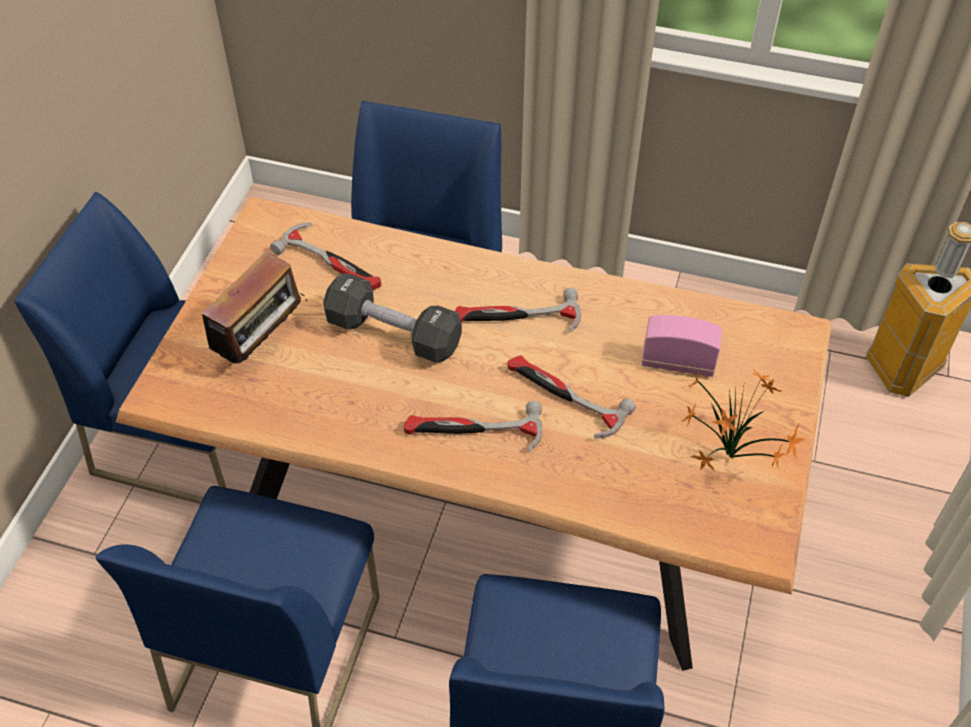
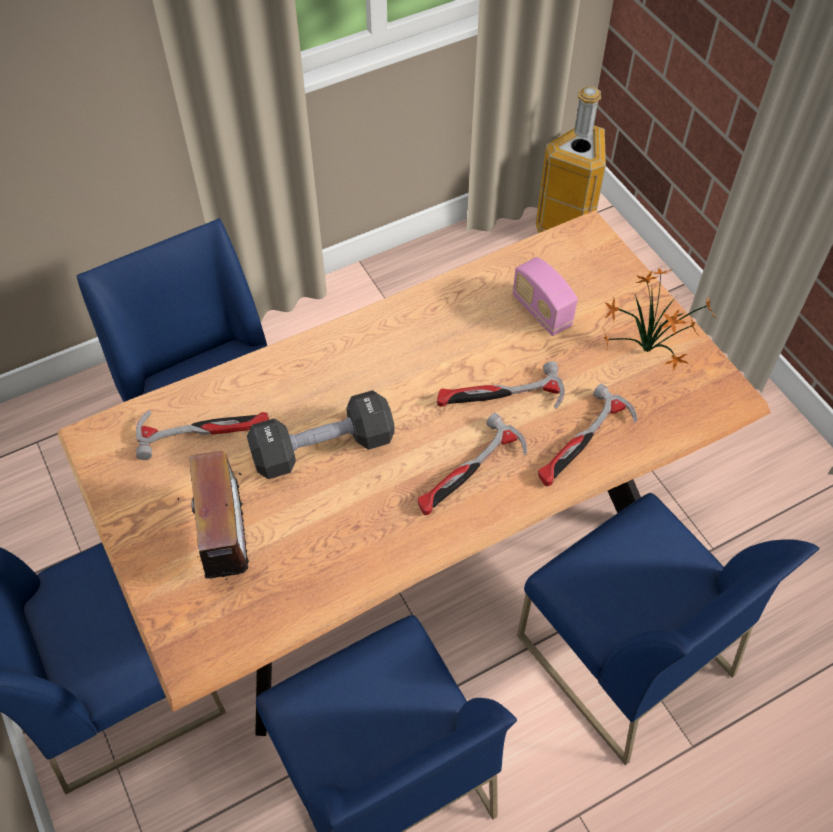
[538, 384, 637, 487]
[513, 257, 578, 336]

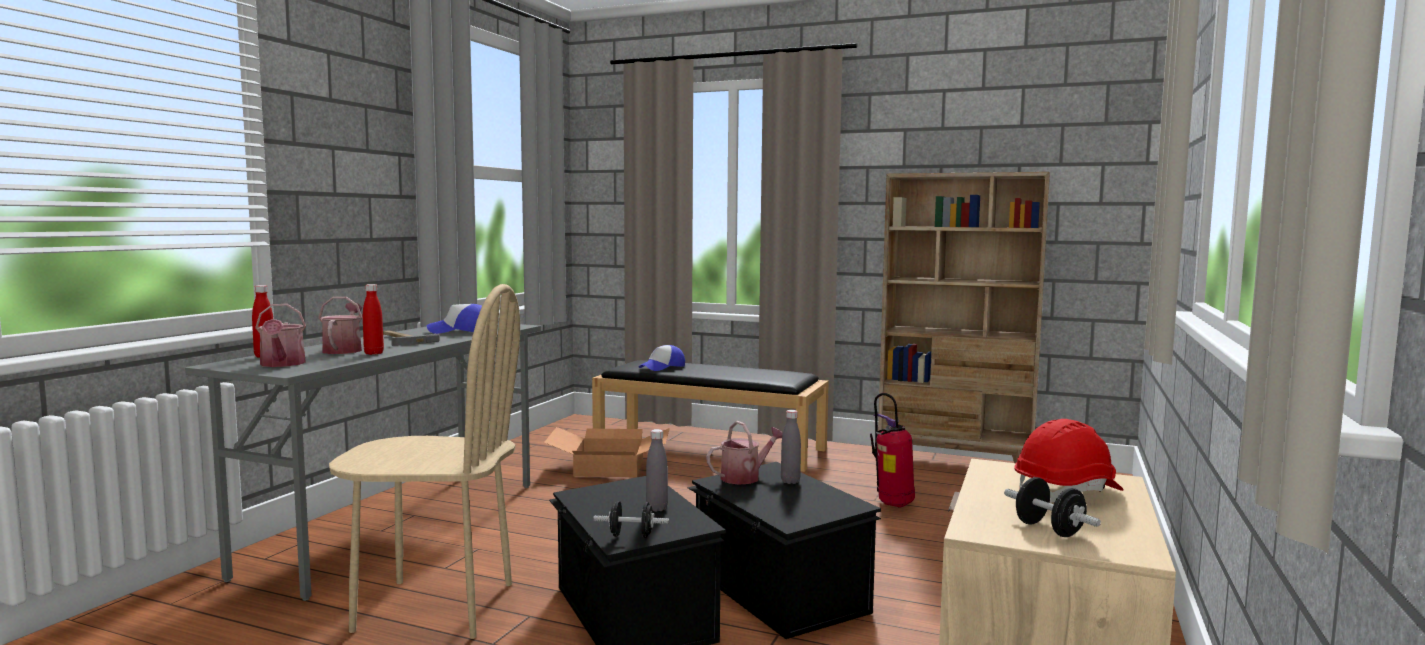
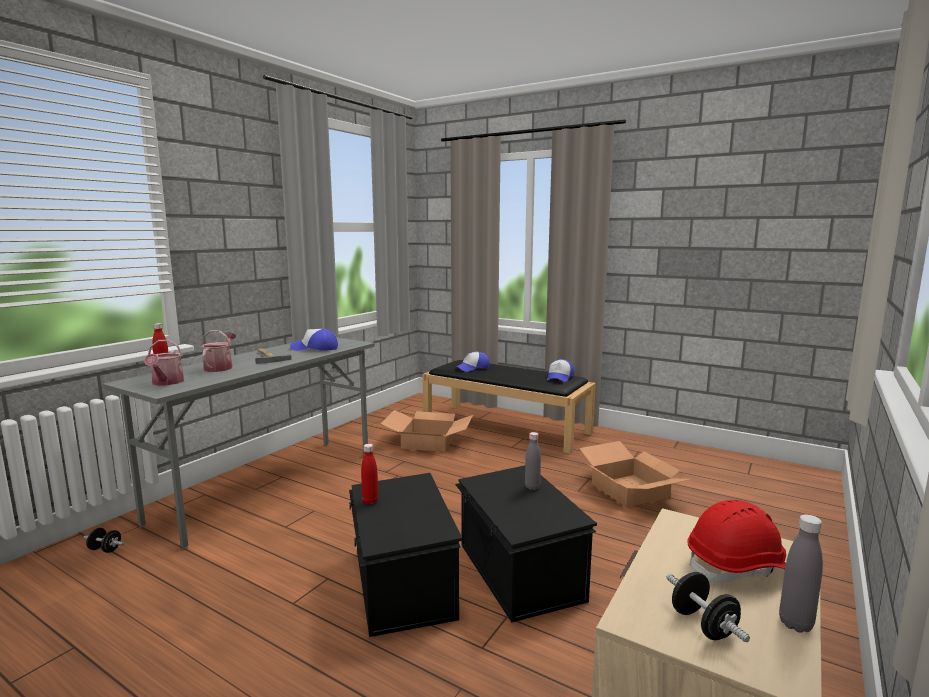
[329, 284, 520, 639] (first image)
[361, 444, 378, 504]
[84, 528, 124, 553]
[779, 514, 823, 633]
[706, 421, 783, 485] (first image)
[579, 441, 690, 507]
[878, 172, 1050, 463] (first image)
[547, 359, 575, 382]

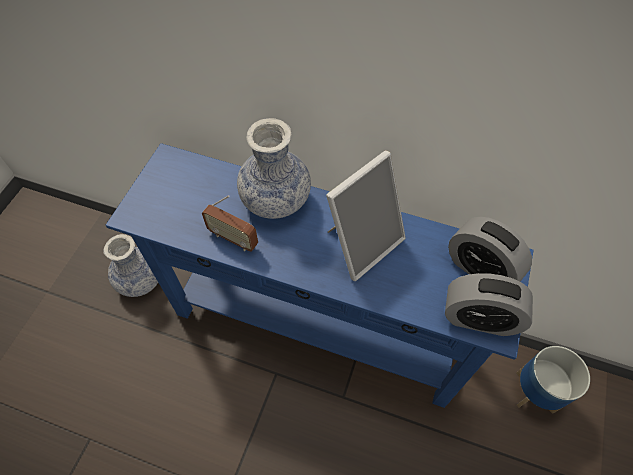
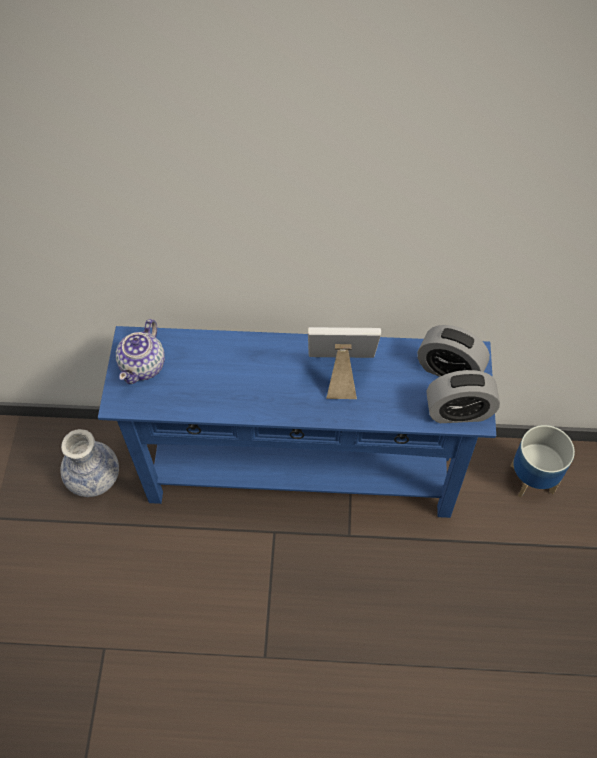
[202, 195, 258, 252] (first image)
[237, 118, 311, 219] (first image)
[308, 327, 381, 399]
[116, 319, 165, 384]

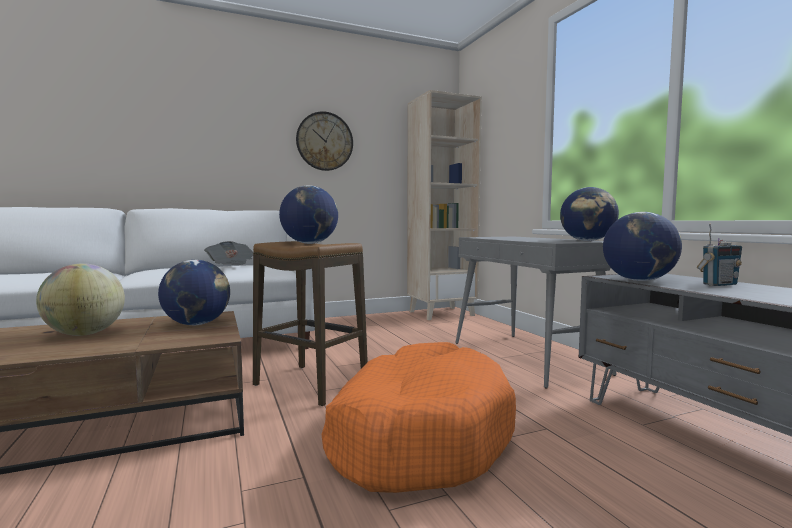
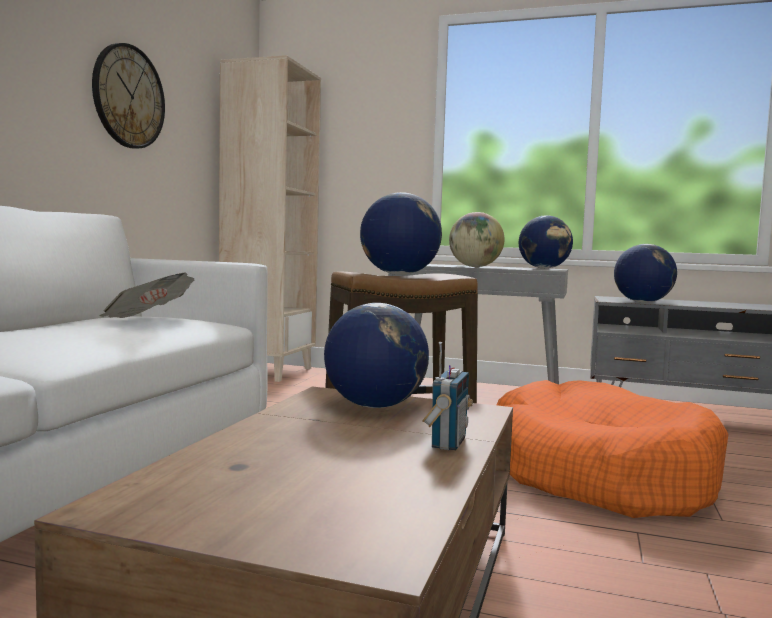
[449, 212, 505, 267]
[422, 342, 473, 450]

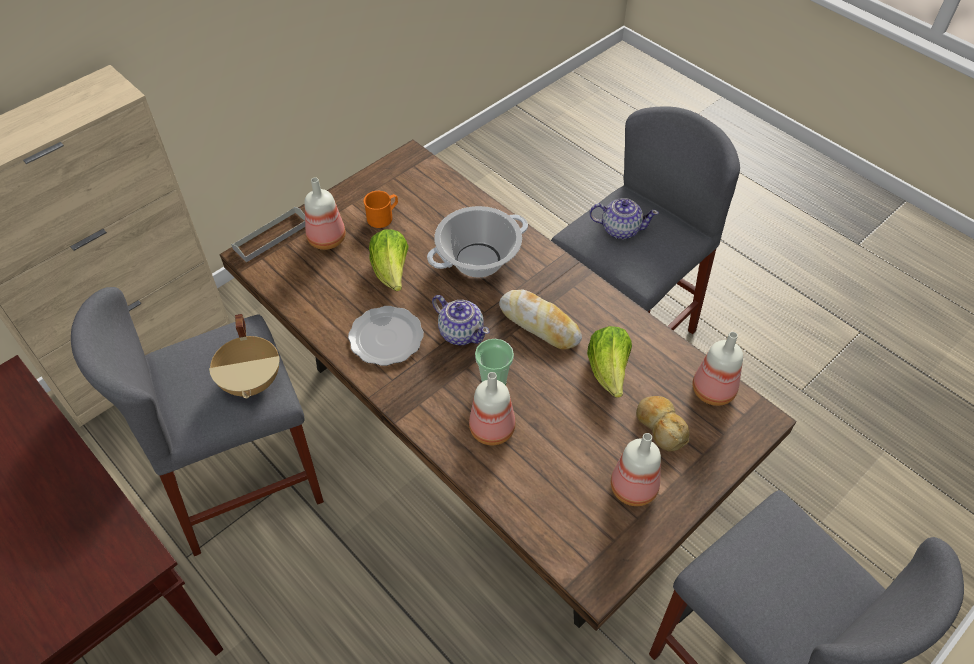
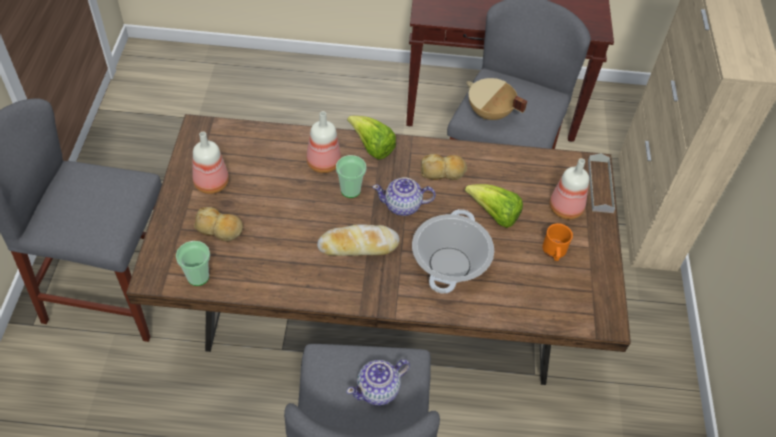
[421, 154, 467, 180]
[347, 116, 396, 159]
[176, 241, 210, 286]

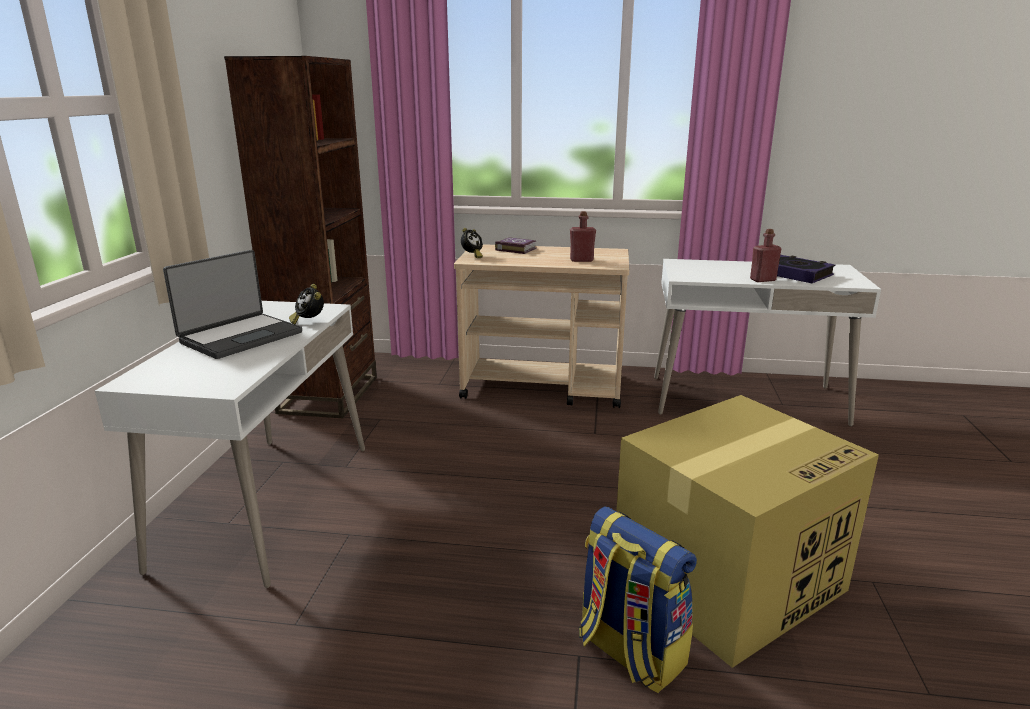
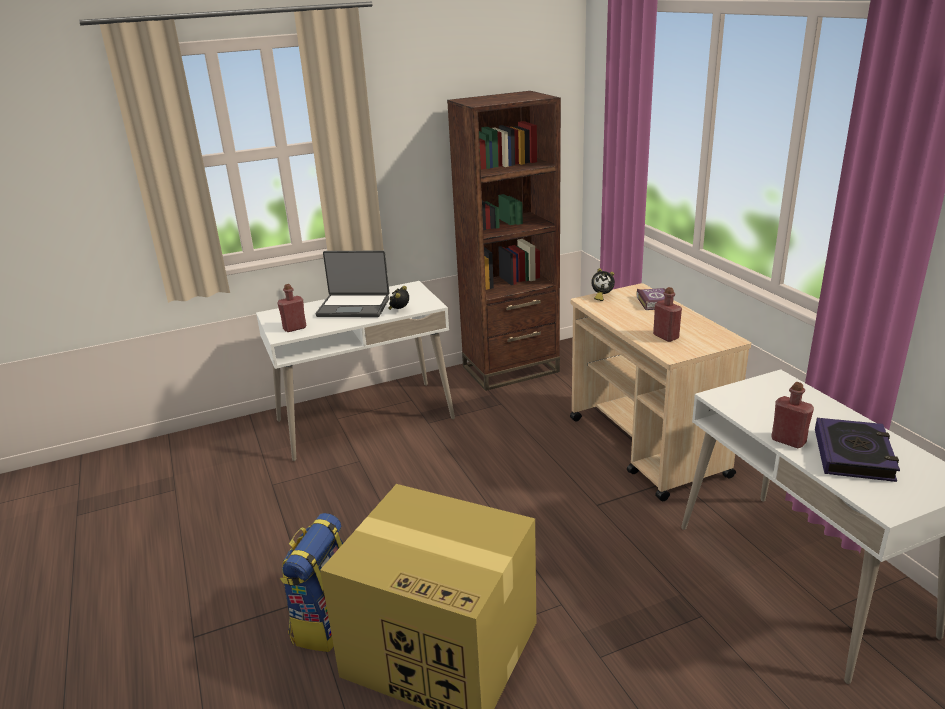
[277, 284, 307, 332]

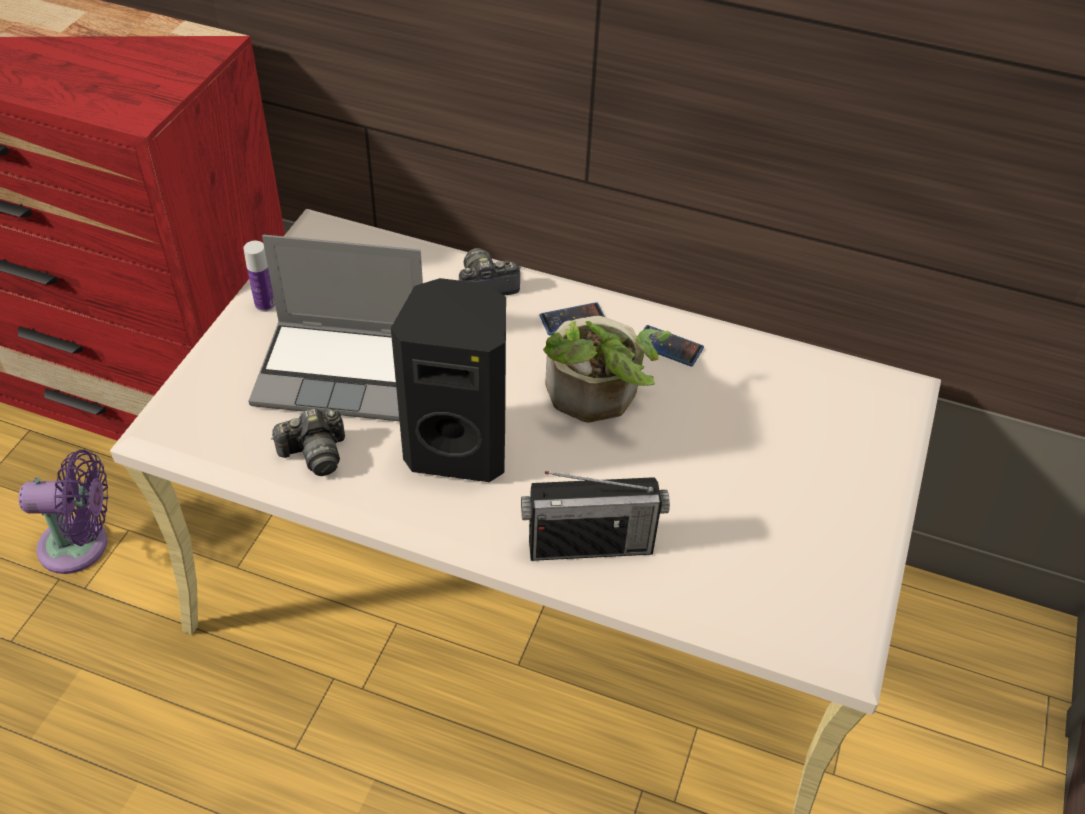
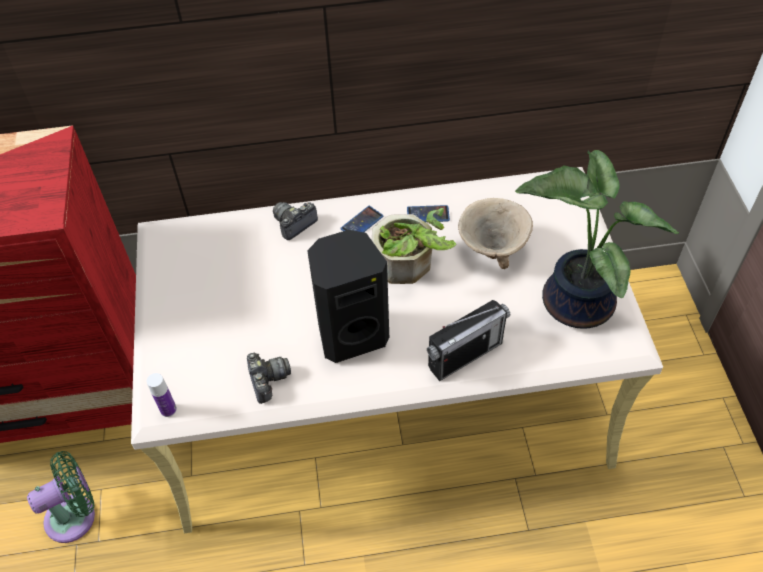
[27, 451, 95, 543]
[147, 373, 177, 417]
[249, 235, 423, 421] (first image)
[247, 353, 291, 404]
[458, 198, 533, 269]
[515, 150, 679, 329]

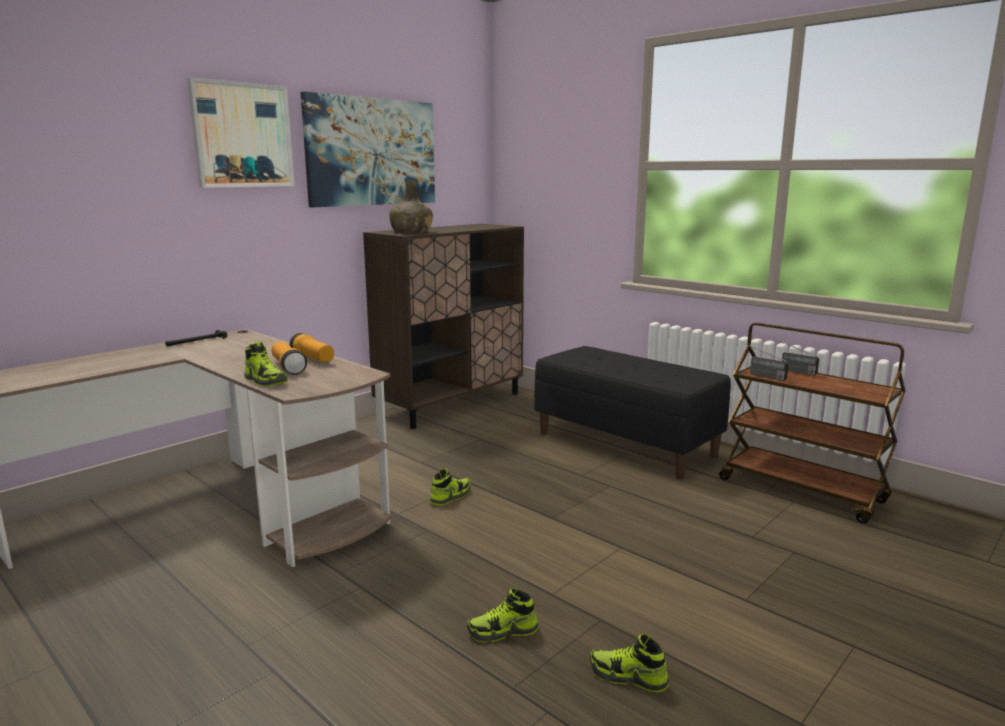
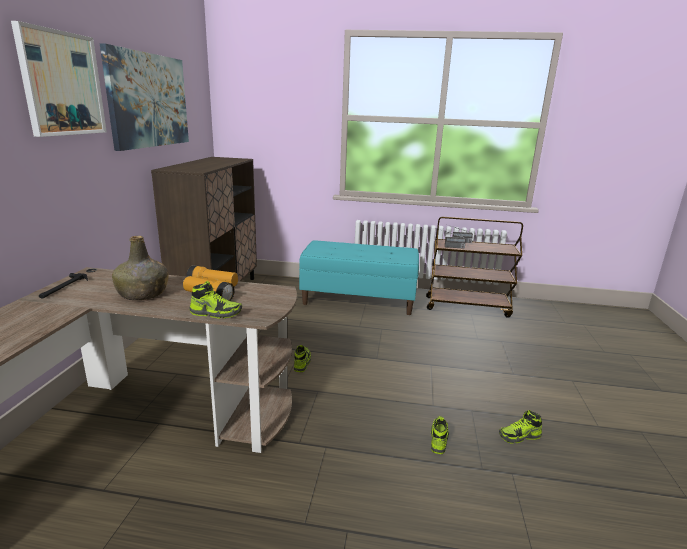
[112, 236, 169, 300]
[431, 416, 449, 454]
[299, 240, 419, 315]

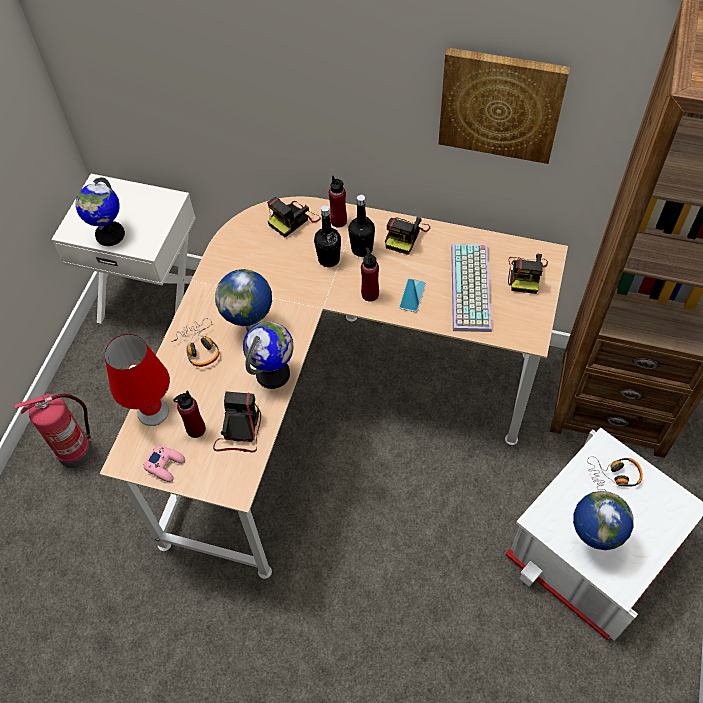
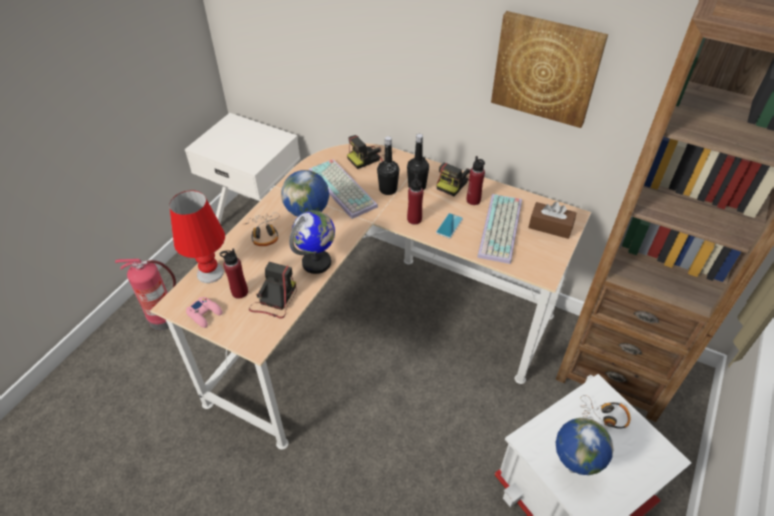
[75, 177, 125, 246] (first image)
[467, 156, 485, 205]
[528, 202, 577, 239]
[309, 159, 378, 219]

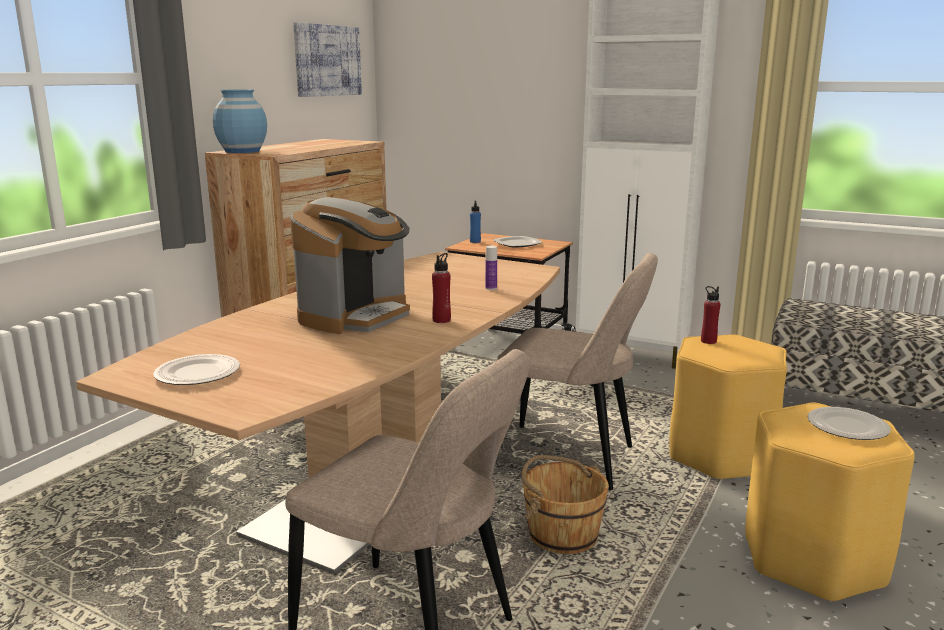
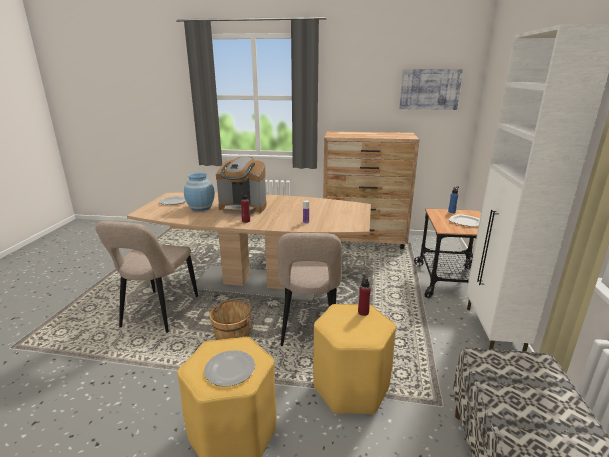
[184, 173, 215, 211]

